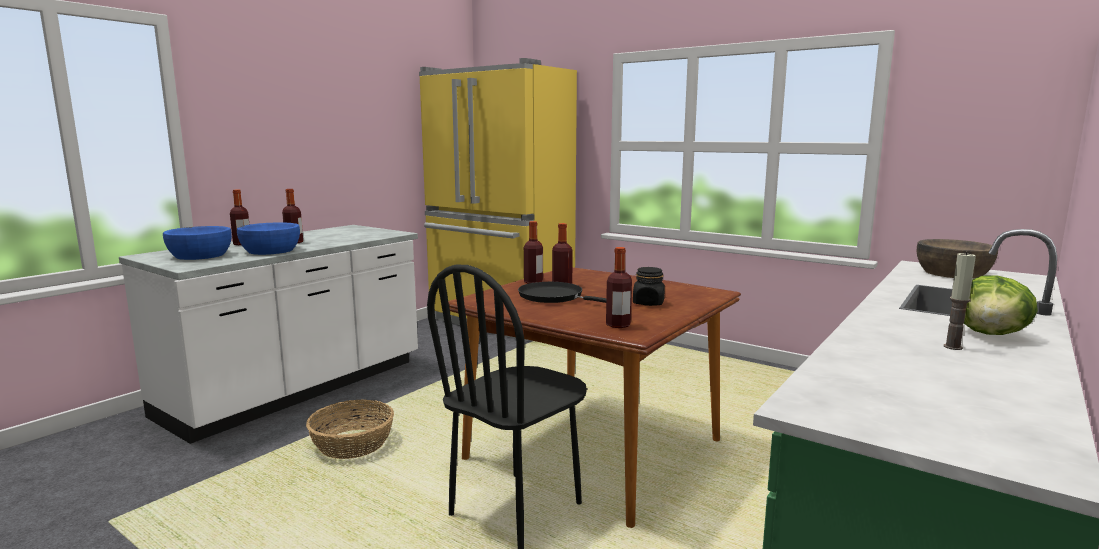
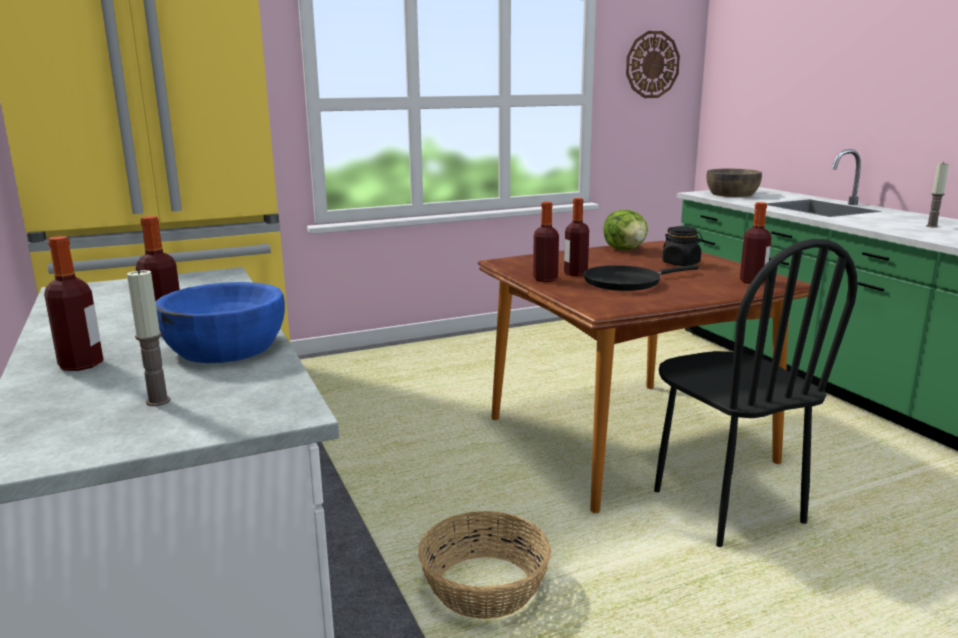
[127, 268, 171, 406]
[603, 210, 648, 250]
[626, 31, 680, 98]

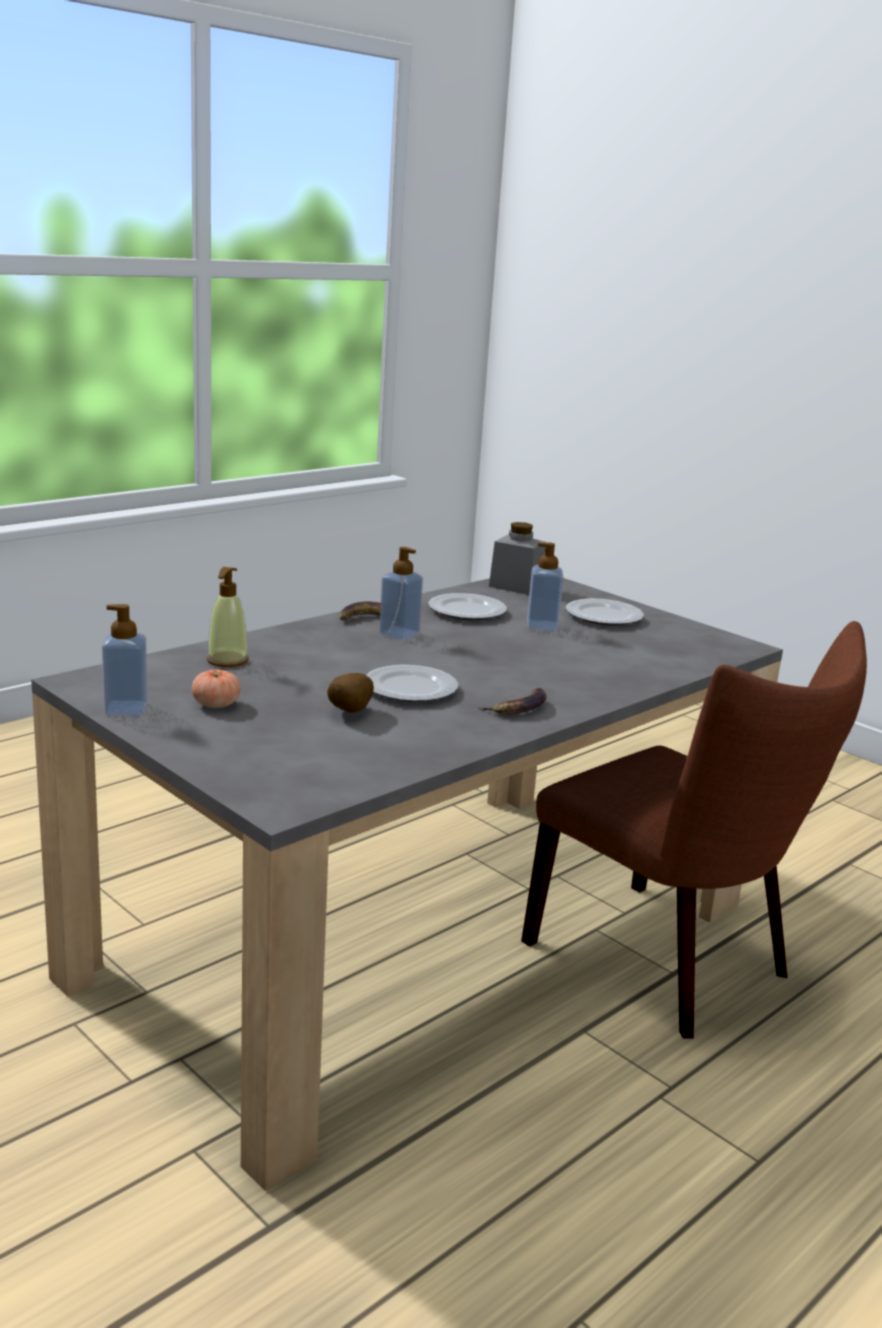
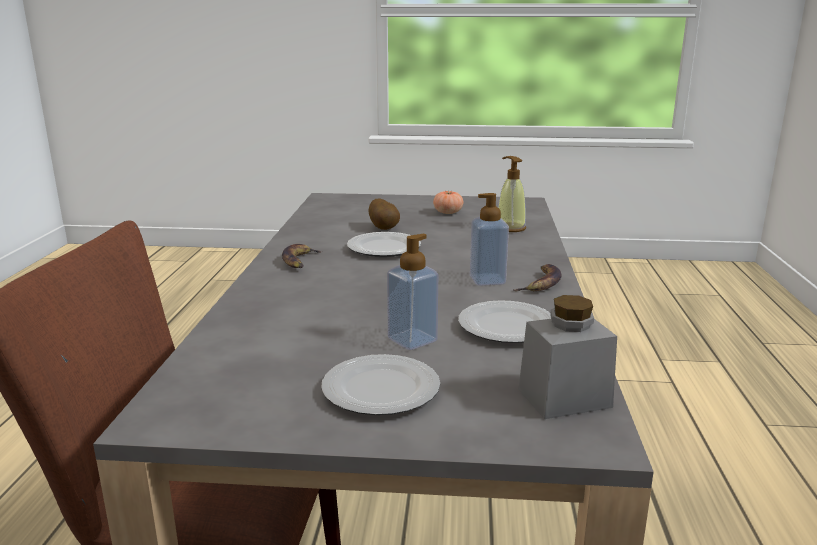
[102, 604, 148, 716] (first image)

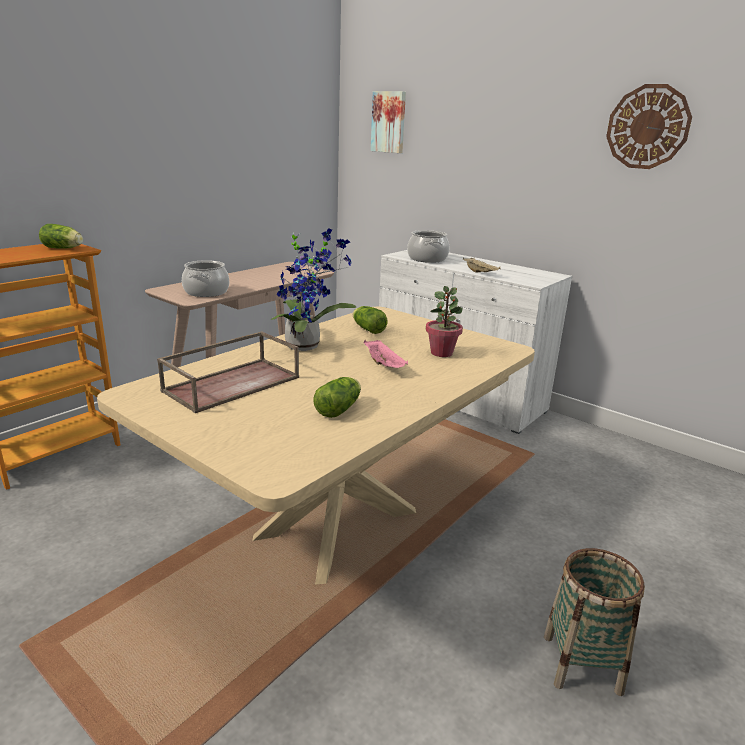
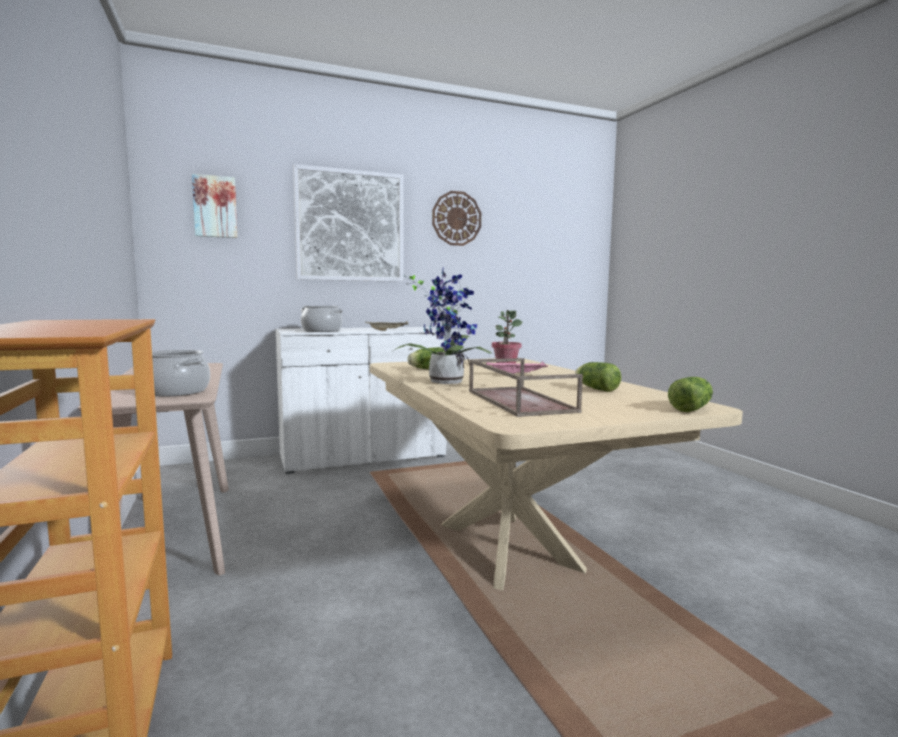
[668, 377, 713, 412]
[544, 548, 645, 696] (first image)
[293, 164, 403, 282]

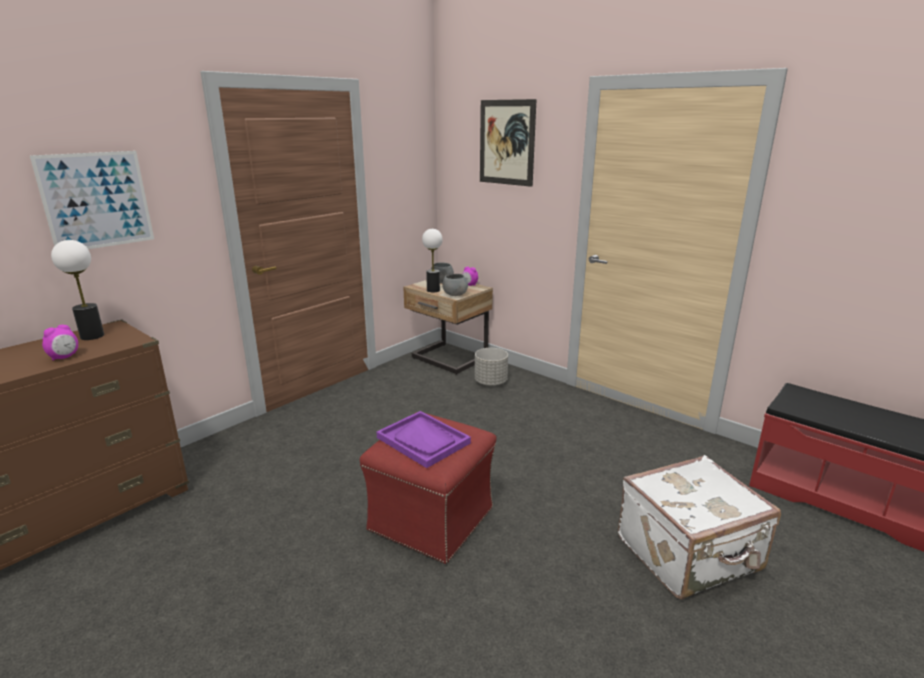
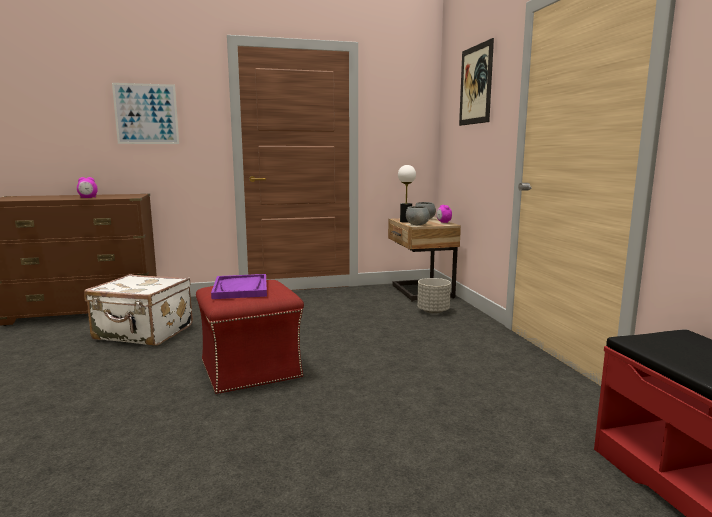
[51, 240, 104, 340] (first image)
[84, 274, 193, 346]

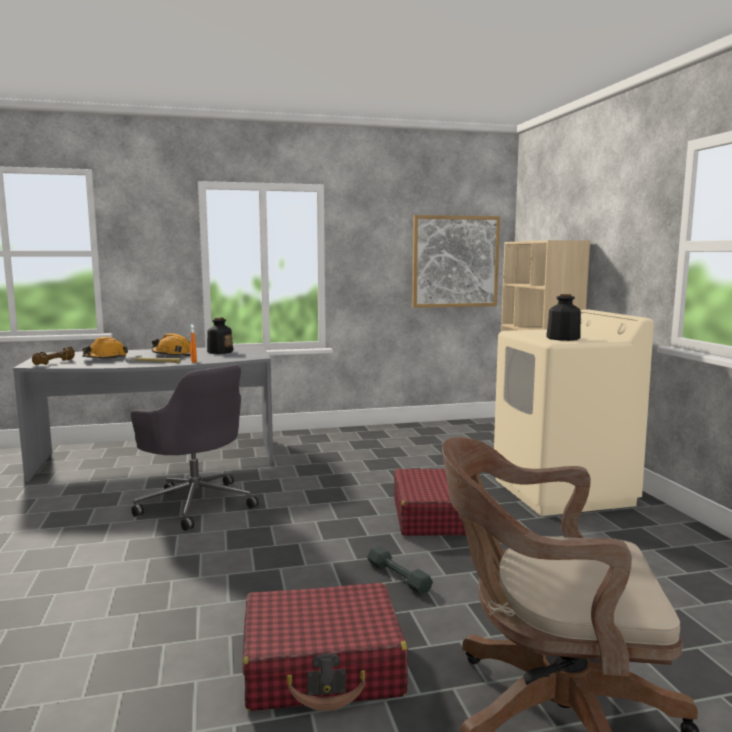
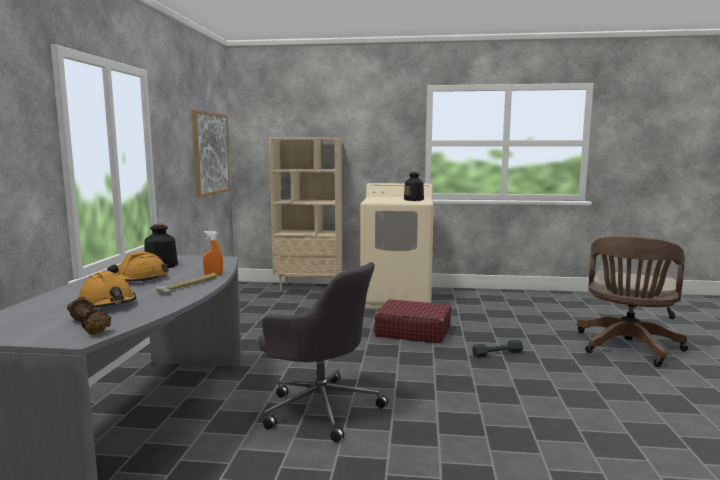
[258, 262, 388, 442]
[243, 583, 408, 711] (first image)

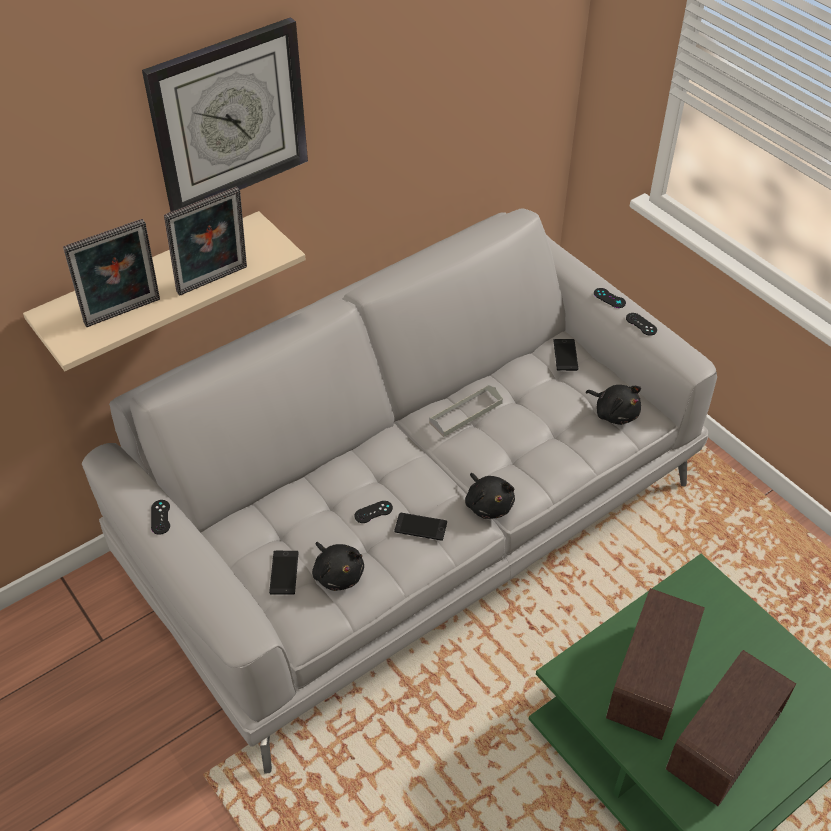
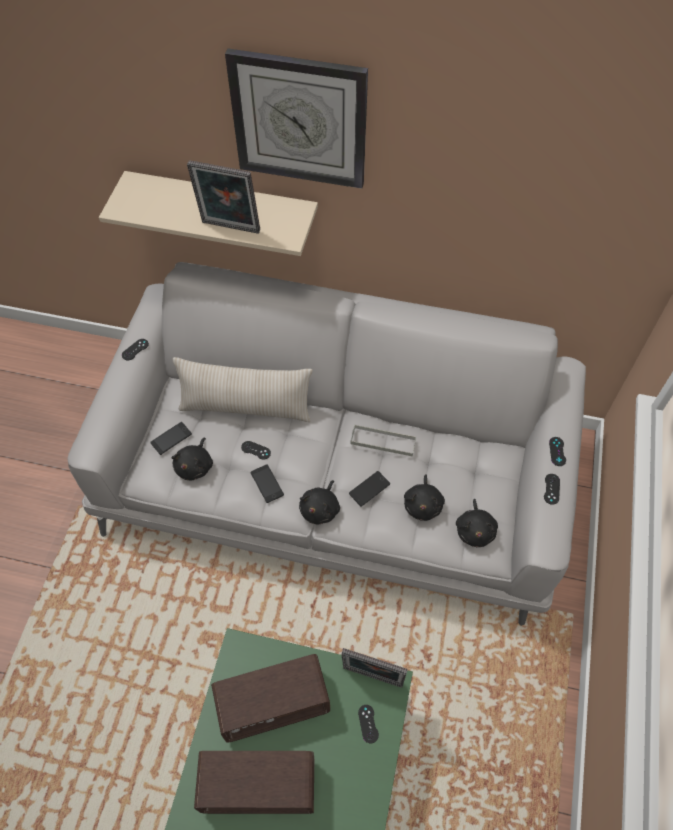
[341, 648, 408, 688]
[349, 471, 390, 507]
[173, 357, 313, 422]
[358, 705, 379, 743]
[404, 474, 445, 521]

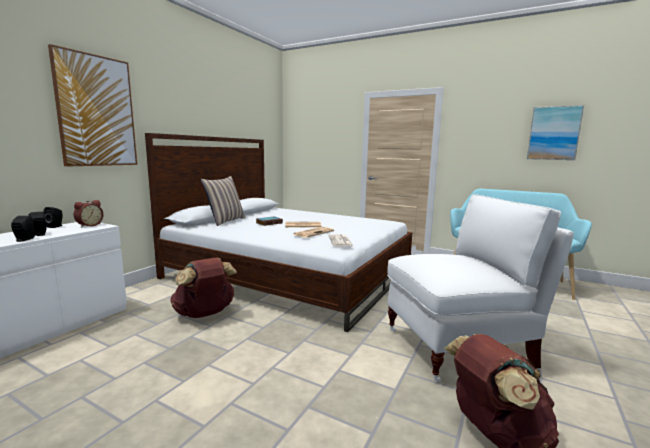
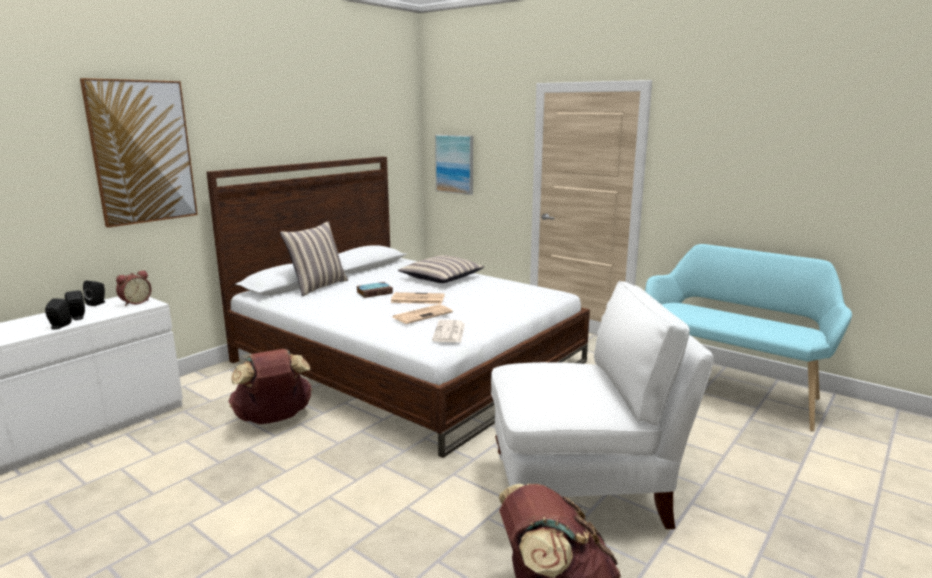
[435, 134, 473, 195]
[398, 255, 484, 283]

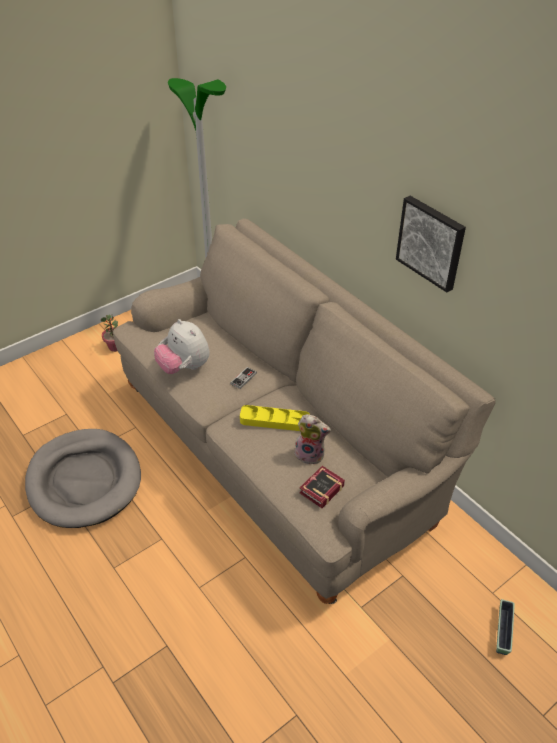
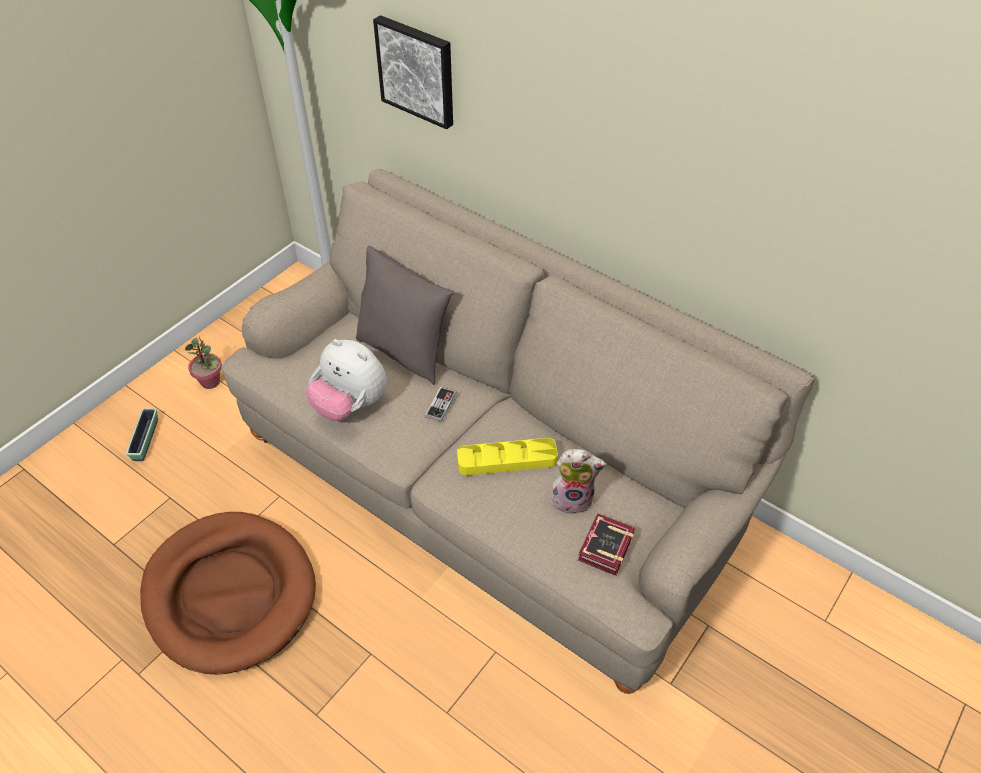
[140, 512, 316, 675]
[373, 15, 453, 129]
[126, 408, 158, 461]
[356, 246, 453, 385]

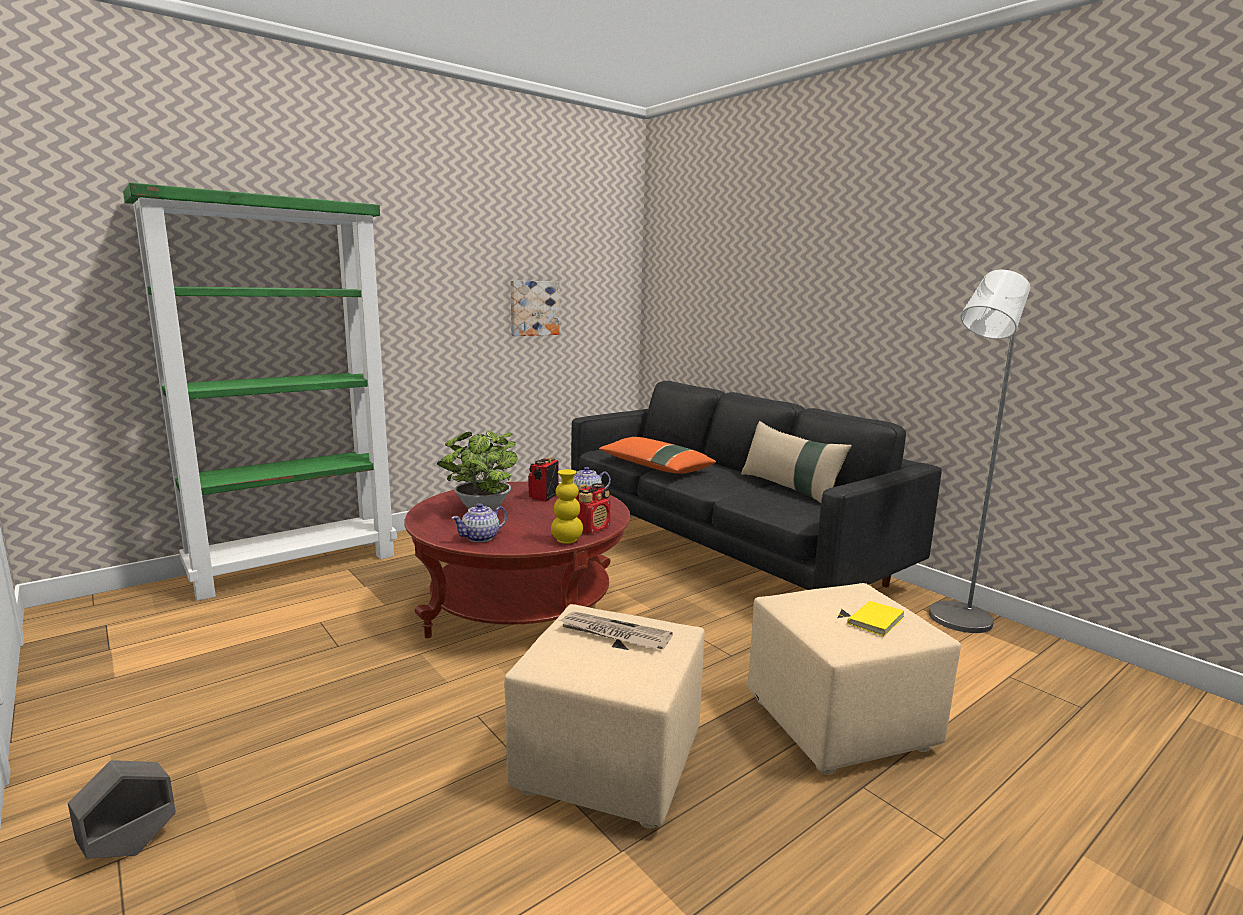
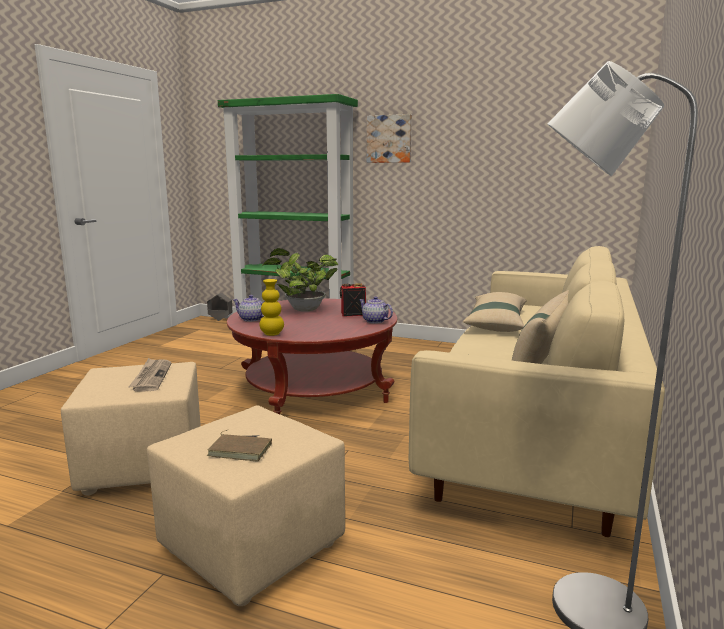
[207, 293, 232, 321]
[367, 114, 412, 163]
[409, 246, 665, 537]
[575, 483, 611, 534] (first image)
[463, 292, 527, 332]
[207, 430, 272, 461]

